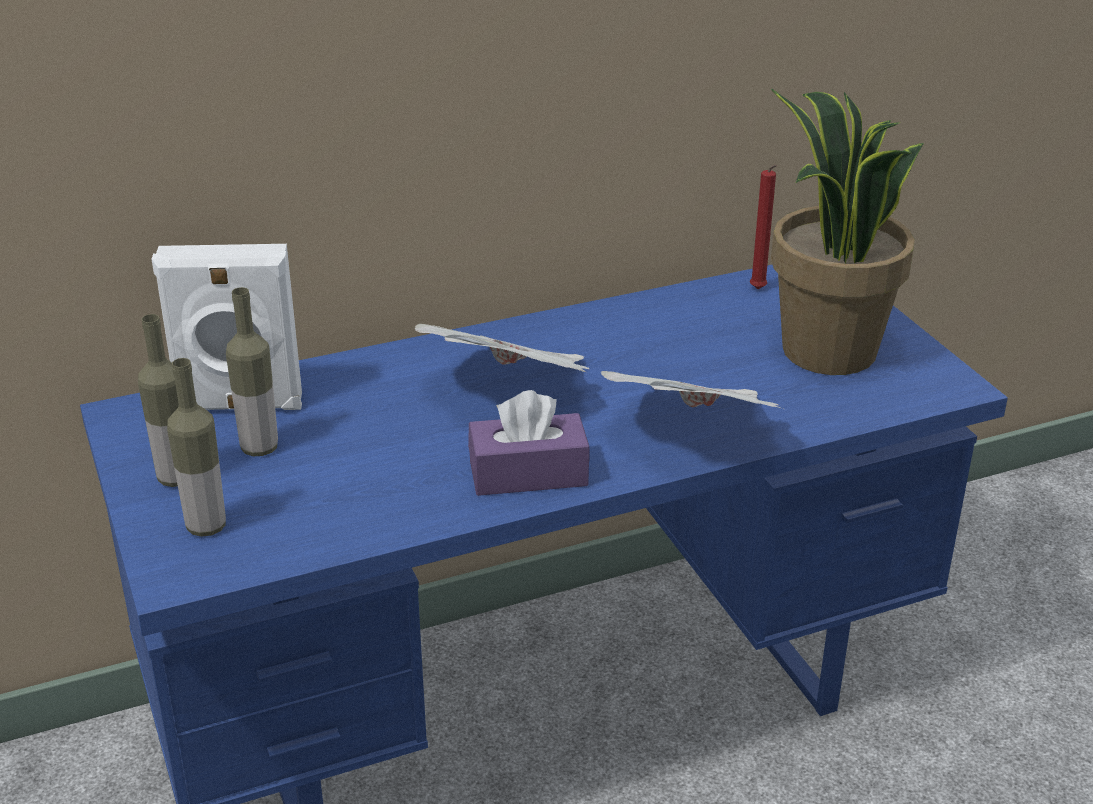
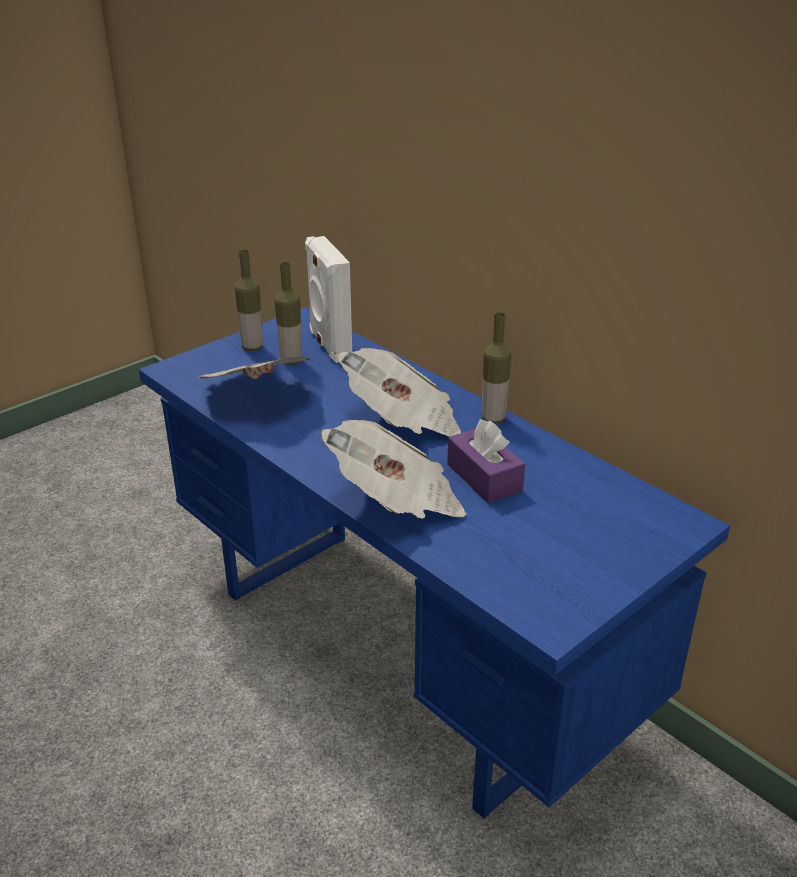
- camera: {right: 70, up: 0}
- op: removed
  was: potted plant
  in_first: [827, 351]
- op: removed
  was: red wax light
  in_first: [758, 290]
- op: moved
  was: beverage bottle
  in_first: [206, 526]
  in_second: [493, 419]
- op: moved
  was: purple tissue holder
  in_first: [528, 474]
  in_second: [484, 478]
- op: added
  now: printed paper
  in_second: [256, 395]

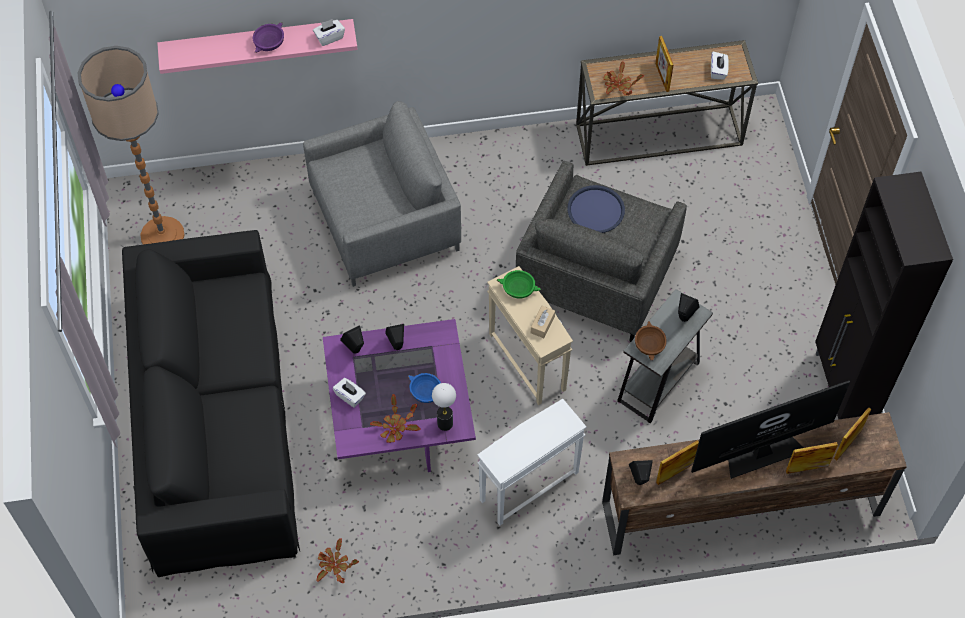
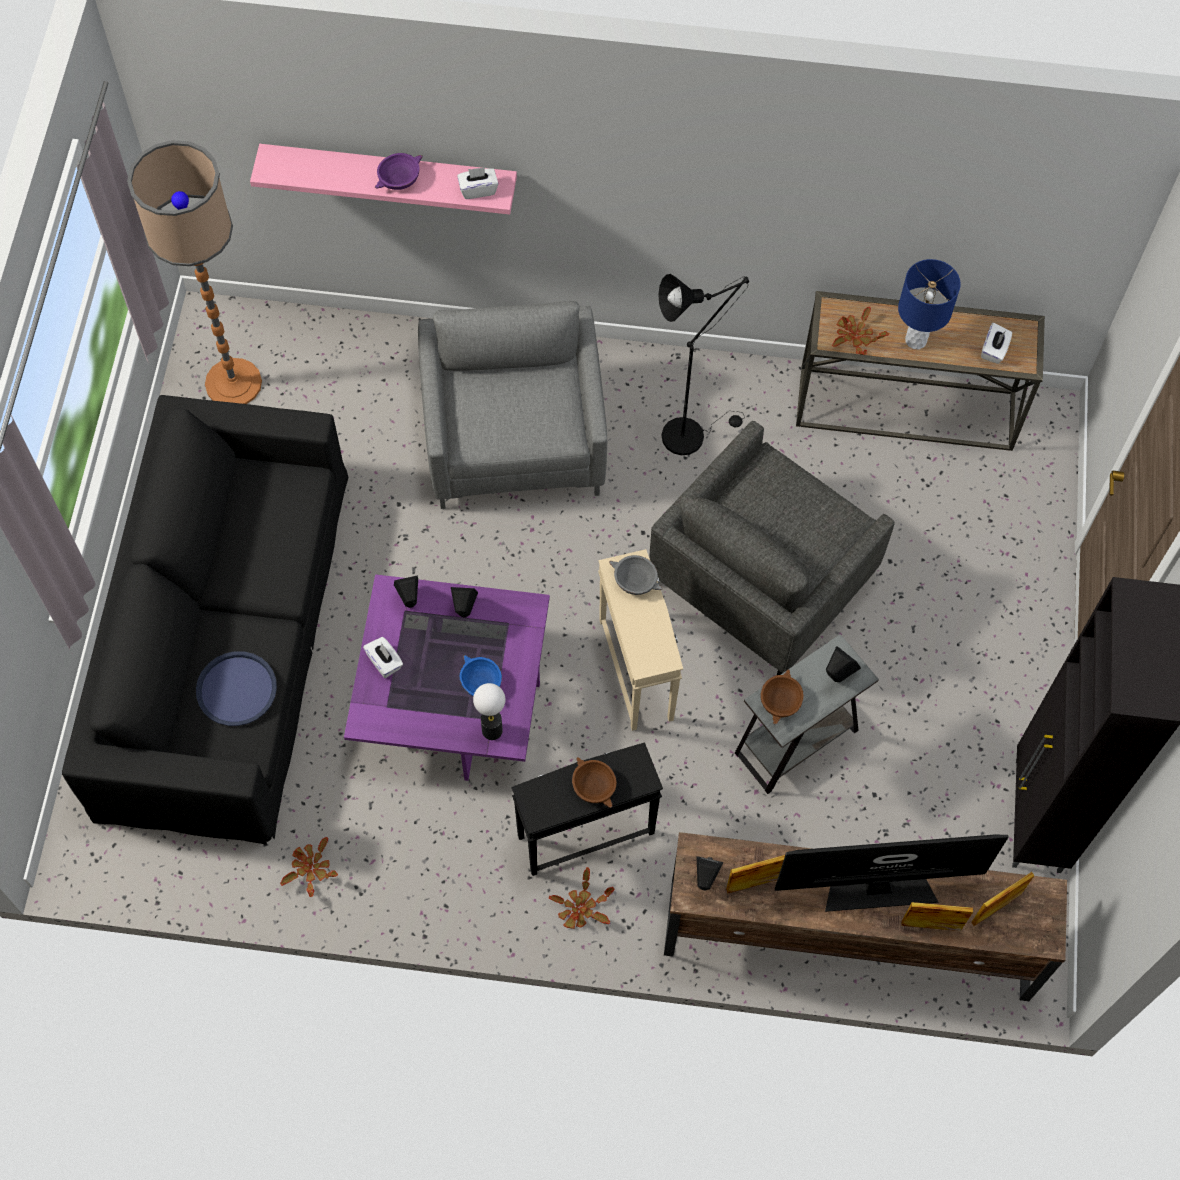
- camera: {right: 15, up: 5}
- op: replaced
  was: photo frame
  now: bluish tabletop lamp
  in_first: [662, 77]
  in_second: [916, 340]
- op: turned
  was: greyish easy chair
  in_first: [385, 222]
  in_second: [515, 437]
  clockwise: -90
- op: moved
  was: bluish serving tray
  in_first: [595, 210]
  in_second: [236, 689]
- op: recoloured
  was: greenish bowl
  now: greyish bowl
  in_first: [519, 289]
  in_second: [636, 580]
- op: removed
  was: beige tissue holder
  in_first: [542, 324]
- op: moved
  was: potted plant
  in_first: [396, 427]
  in_second: [581, 908]
- op: recoloured
  was: whitish side table
  now: black side table
  in_first: [528, 486]
  in_second: [585, 834]
- op: added
  now: black standard lamp
  in_second: [690, 433]
- op: added
  now: brownish bowl
  in_second: [593, 786]

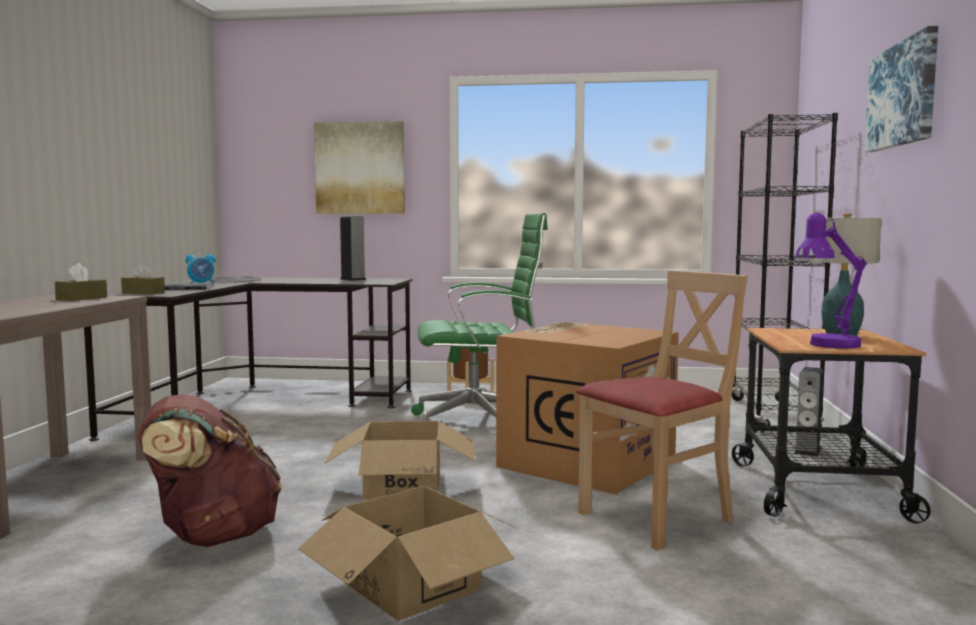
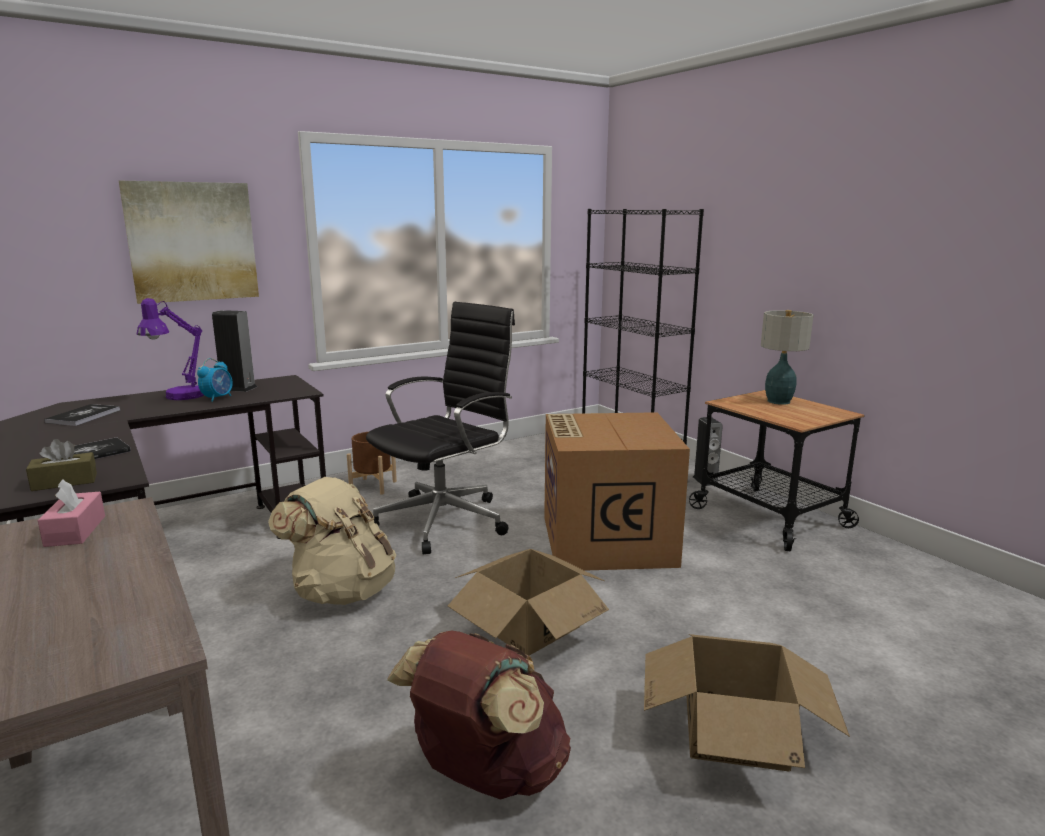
- camera: {right: -40, up: 10}
- op: removed
  was: wall art
  in_first: [903, 95]
- op: recoloured
  was: greenish desk chair
  now: black desk chair
  in_first: [479, 422]
  in_second: [446, 520]
- op: moved
  was: purple tabletop lamp
  in_first: [827, 345]
  in_second: [179, 397]
- op: moved
  was: bedside clock
  in_first: [201, 283]
  in_second: [218, 398]
- op: recoloured
  was: brownish tissue holder
  now: pink tissue holder
  in_first: [81, 298]
  in_second: [75, 531]
- op: removed
  was: beige chair
  in_first: [657, 518]
- op: added
  now: beige knapsack
  in_second: [342, 591]

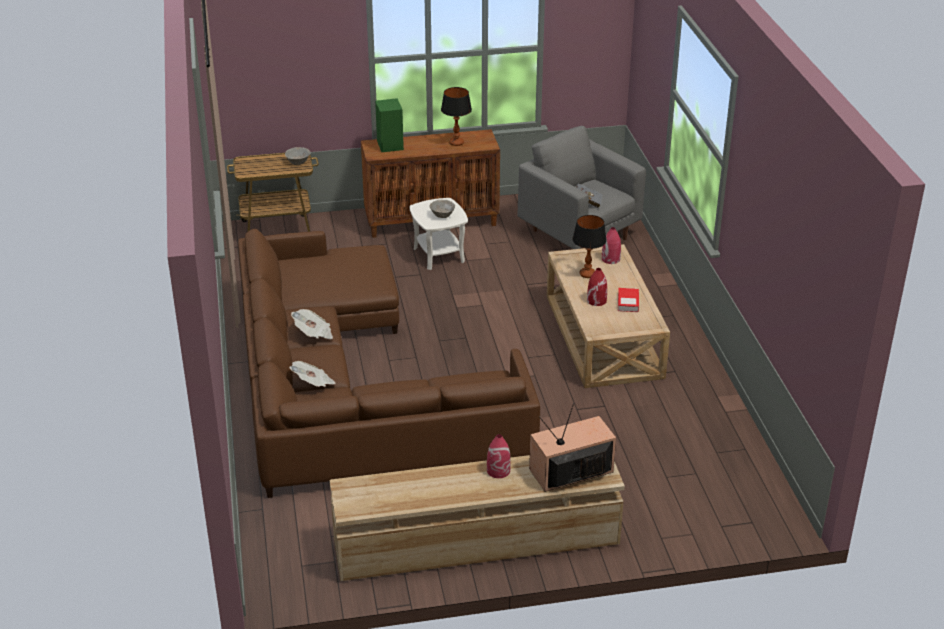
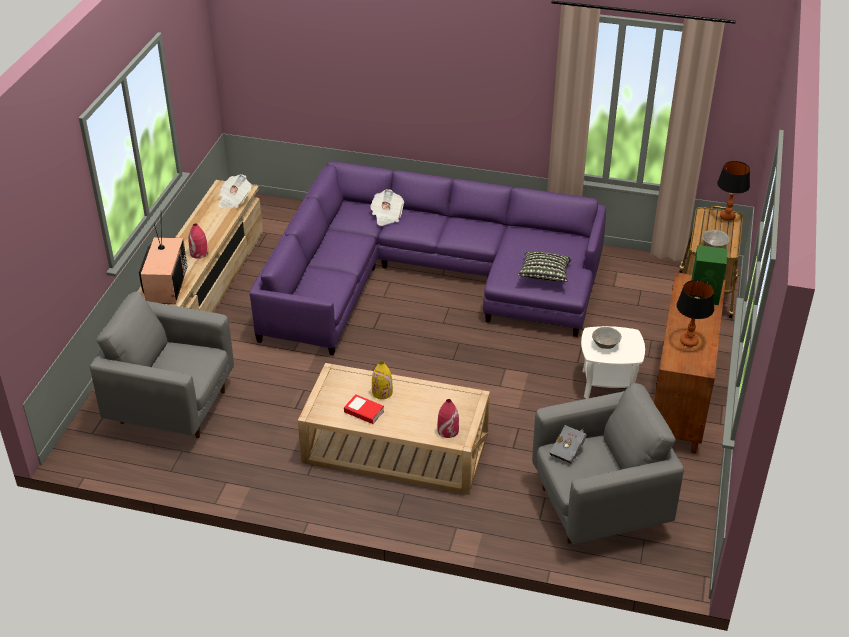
- camera: {right: 115, up: 5}
- op: moved
  was: tabletop lamp
  in_first: [587, 274]
  in_second: [727, 217]
- op: recoloured
  was: brownish settee
  now: purple settee
  in_first: [347, 388]
  in_second: [426, 277]
- op: recoloured
  was: red decorative vase
  now: yellow-coloured decorative vase
  in_first: [596, 300]
  in_second: [382, 392]
- op: moved
  was: printed paper
  in_first: [313, 334]
  in_second: [234, 200]
- op: added
  now: cushion
  in_second: [544, 275]
- op: added
  now: greyish easy chair
  in_second: [173, 407]

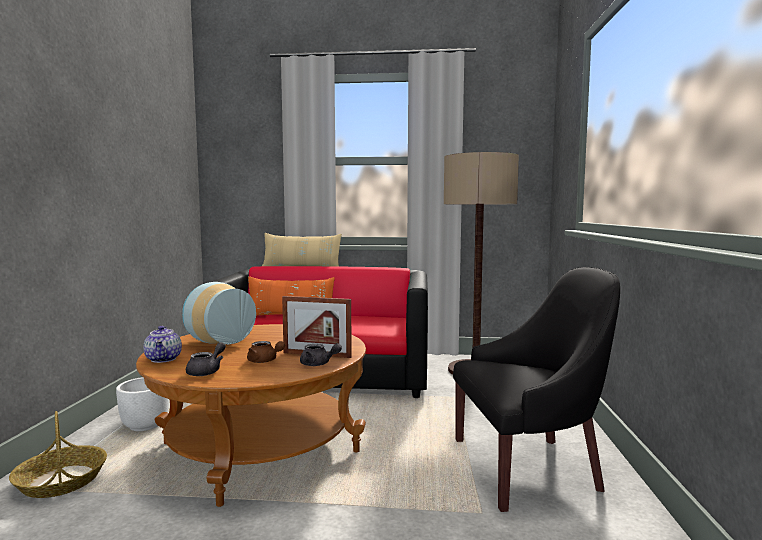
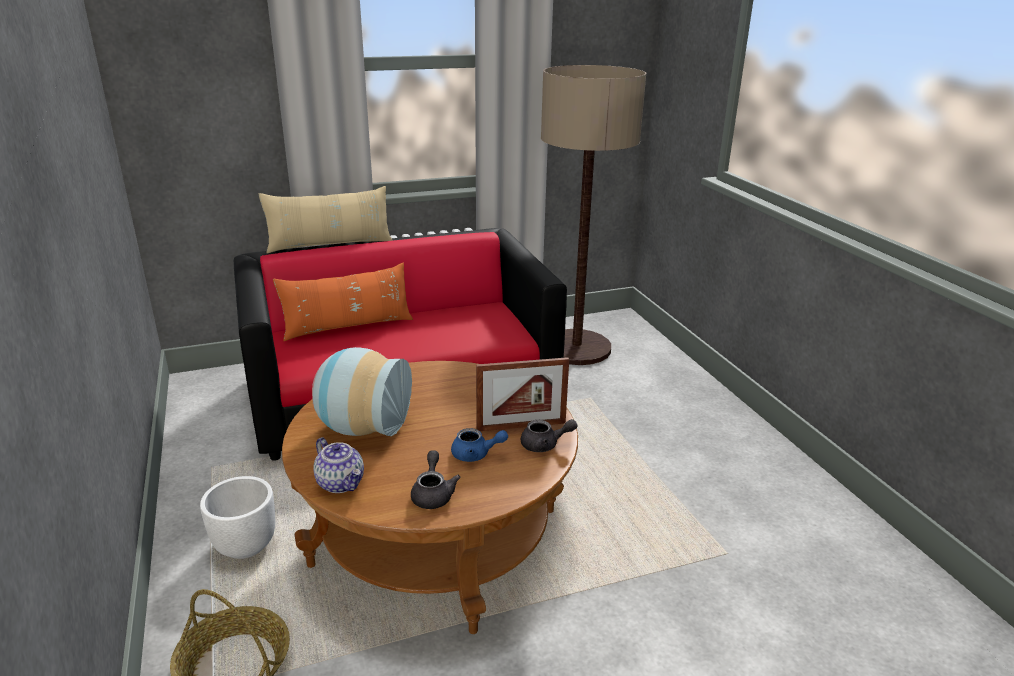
- camera: {right: -25, up: 20}
- op: removed
  was: black easy chair
  in_first: [529, 467]
- op: recoloured
  was: brownish pot for tea
  now: bluish pot for tea
  in_first: [264, 361]
  in_second: [476, 454]

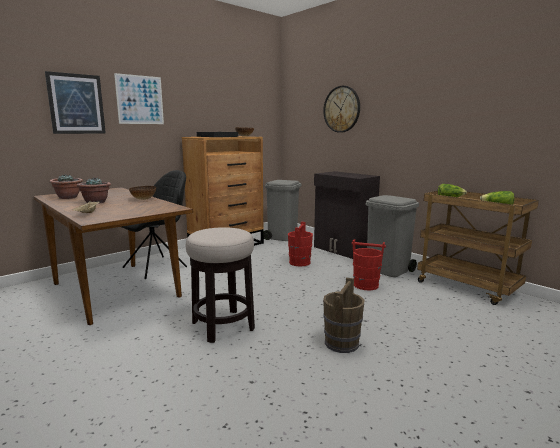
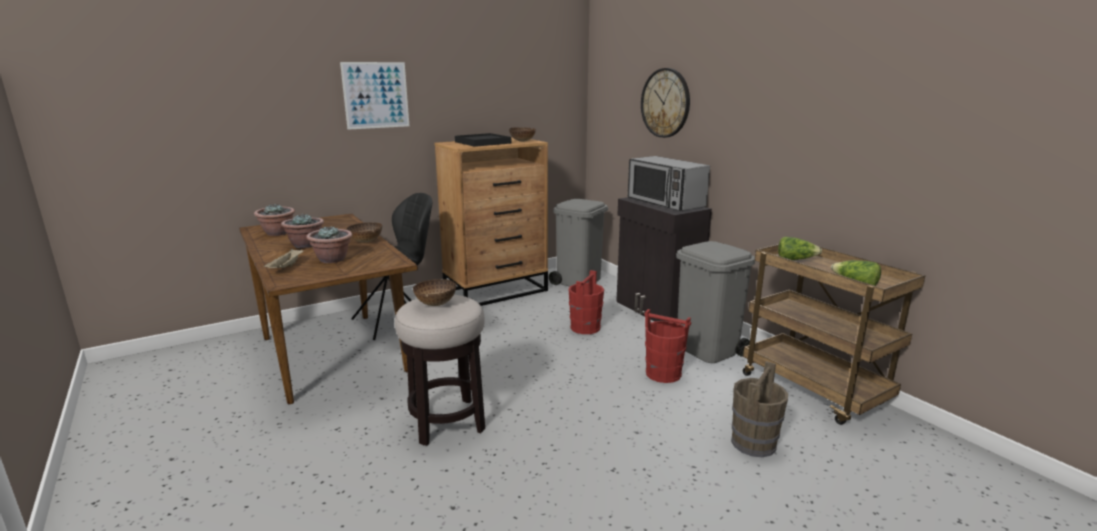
- camera: {right: 10, up: 5}
- op: removed
  was: wall art
  in_first: [76, 104]
- op: moved
  was: brownish pail
  in_first: [342, 343]
  in_second: [753, 443]
- op: added
  now: kitchen microwave
  in_second: [665, 202]
- op: added
  now: potted plant
  in_second: [332, 259]
- op: added
  now: bowl
  in_second: [435, 304]

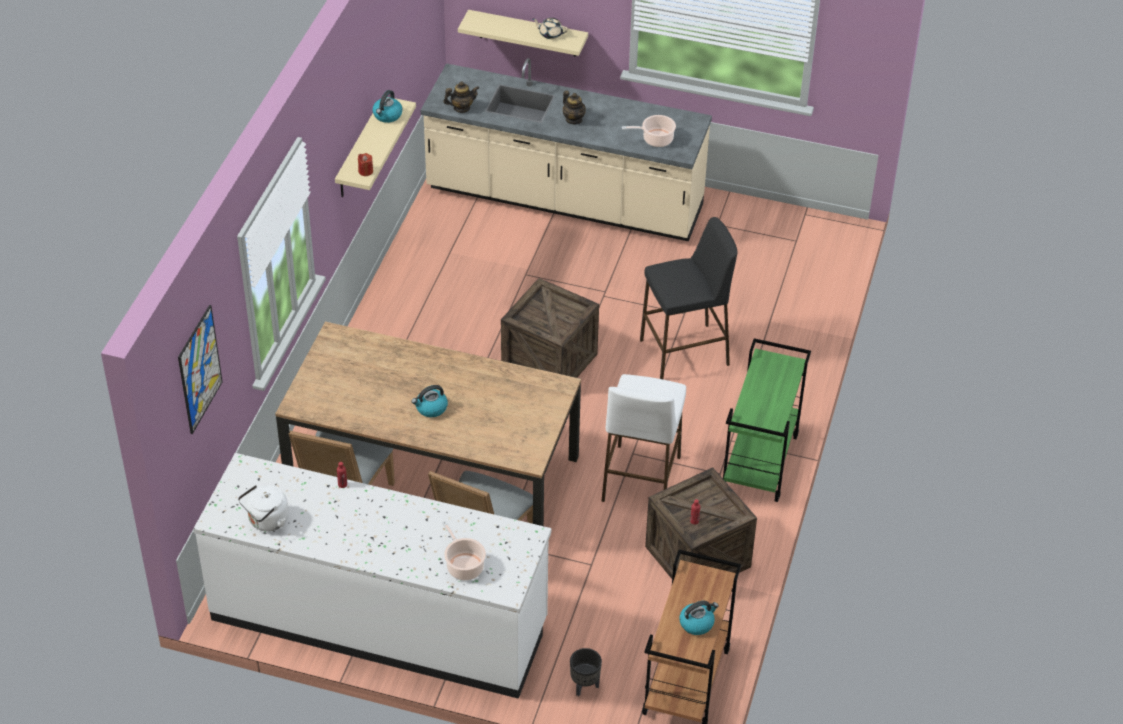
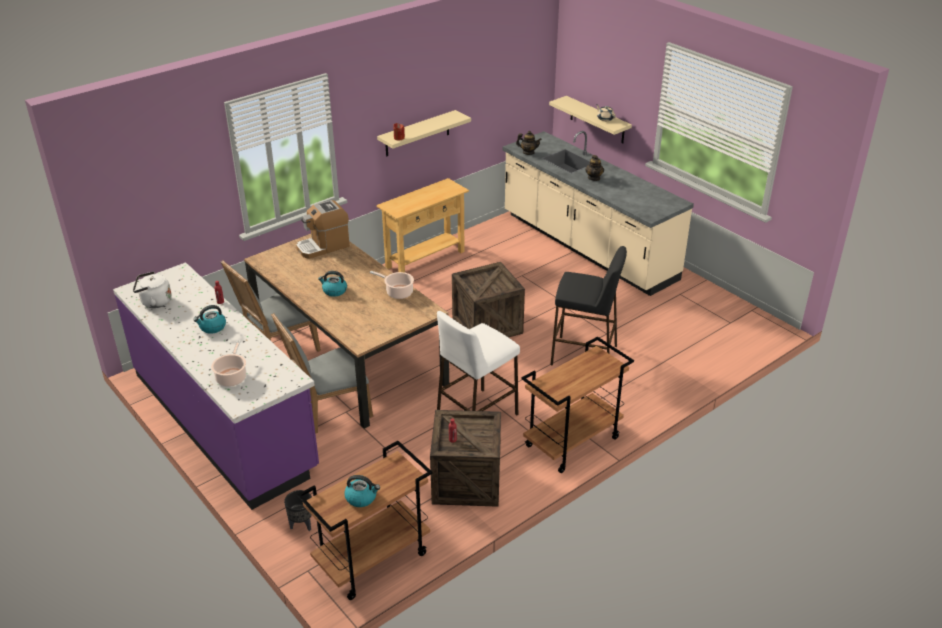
- camera: {right: 35, up: -10}
- op: moved
  was: tea kettle
  in_first: [387, 115]
  in_second: [212, 327]
- op: moved
  was: cooking pot
  in_first: [655, 139]
  in_second: [397, 292]
- op: removed
  was: wall art
  in_first: [199, 369]
- op: recoloured
  was: greenish wheeled cart
  now: brownish wheeled cart
  in_first: [760, 463]
  in_second: [572, 443]
- op: recoloured
  was: whitish kitchen counter
  now: purple kitchen counter
  in_first: [379, 620]
  in_second: [224, 420]
- op: added
  now: beige console table
  in_second: [425, 259]
- op: added
  now: coffee machine
  in_second: [323, 246]

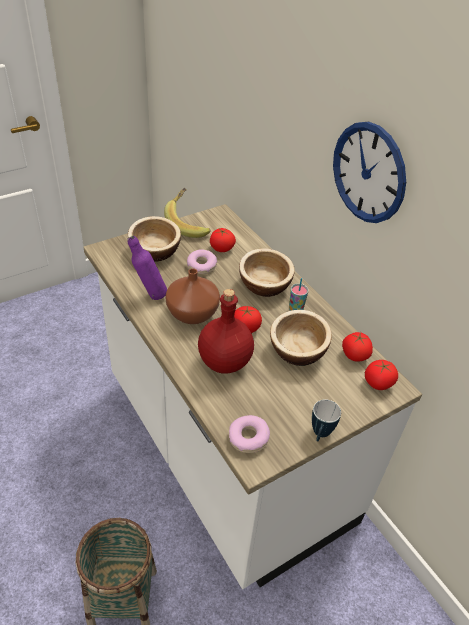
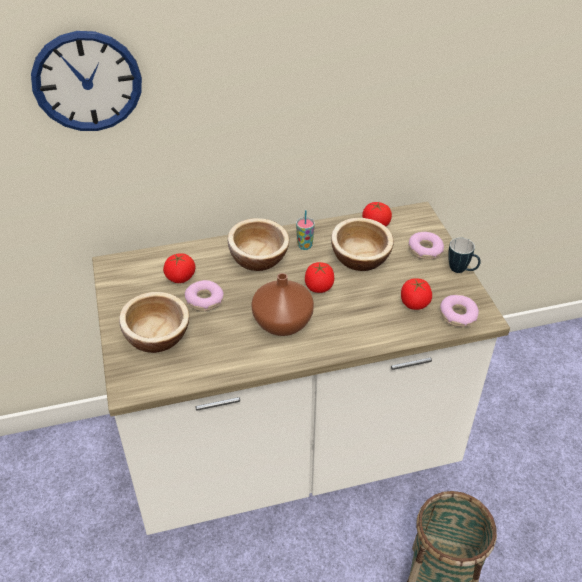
- camera: {right: -70, up: 0}
- op: moved
  was: wall clock
  in_first: [368, 173]
  in_second: [87, 82]
- op: removed
  was: whole banana
  in_first: [189, 224]
- op: removed
  was: purple beverage bottle
  in_first: [149, 295]
- op: removed
  was: red beverage bottle
  in_first: [224, 361]
- op: moved
  was: fresh tomato
  in_first: [378, 383]
  in_second: [414, 303]
- op: added
  now: donut
  in_second: [425, 250]

